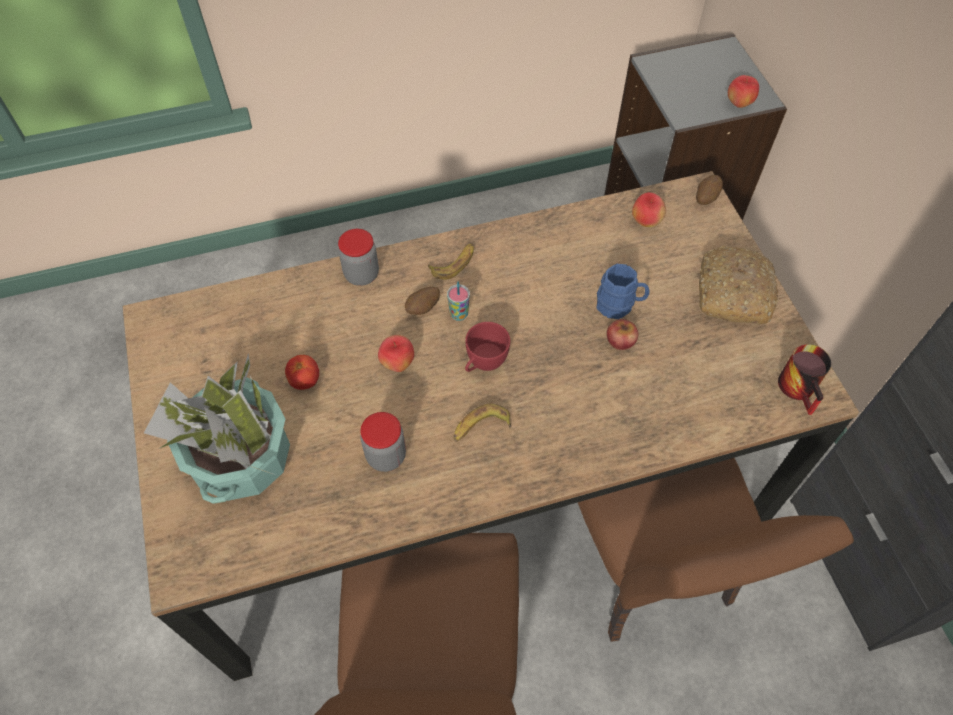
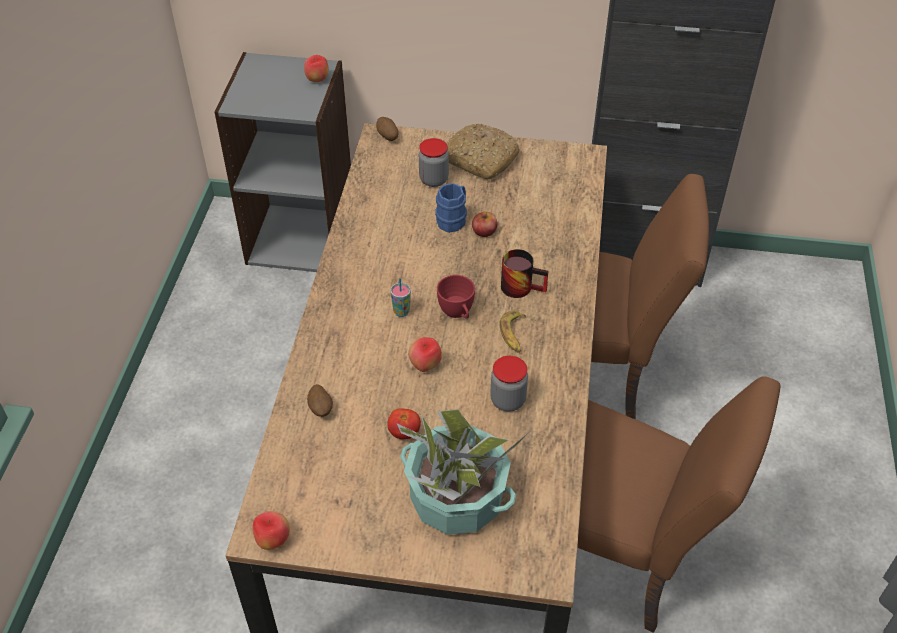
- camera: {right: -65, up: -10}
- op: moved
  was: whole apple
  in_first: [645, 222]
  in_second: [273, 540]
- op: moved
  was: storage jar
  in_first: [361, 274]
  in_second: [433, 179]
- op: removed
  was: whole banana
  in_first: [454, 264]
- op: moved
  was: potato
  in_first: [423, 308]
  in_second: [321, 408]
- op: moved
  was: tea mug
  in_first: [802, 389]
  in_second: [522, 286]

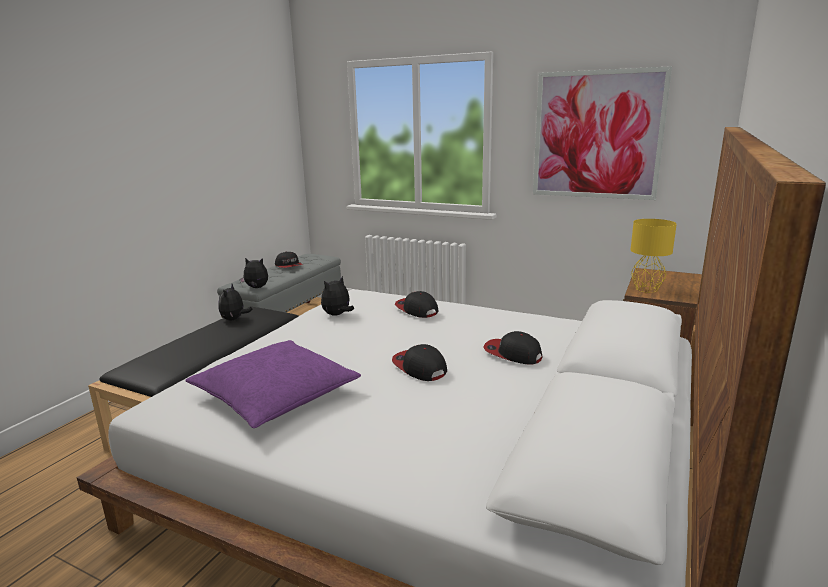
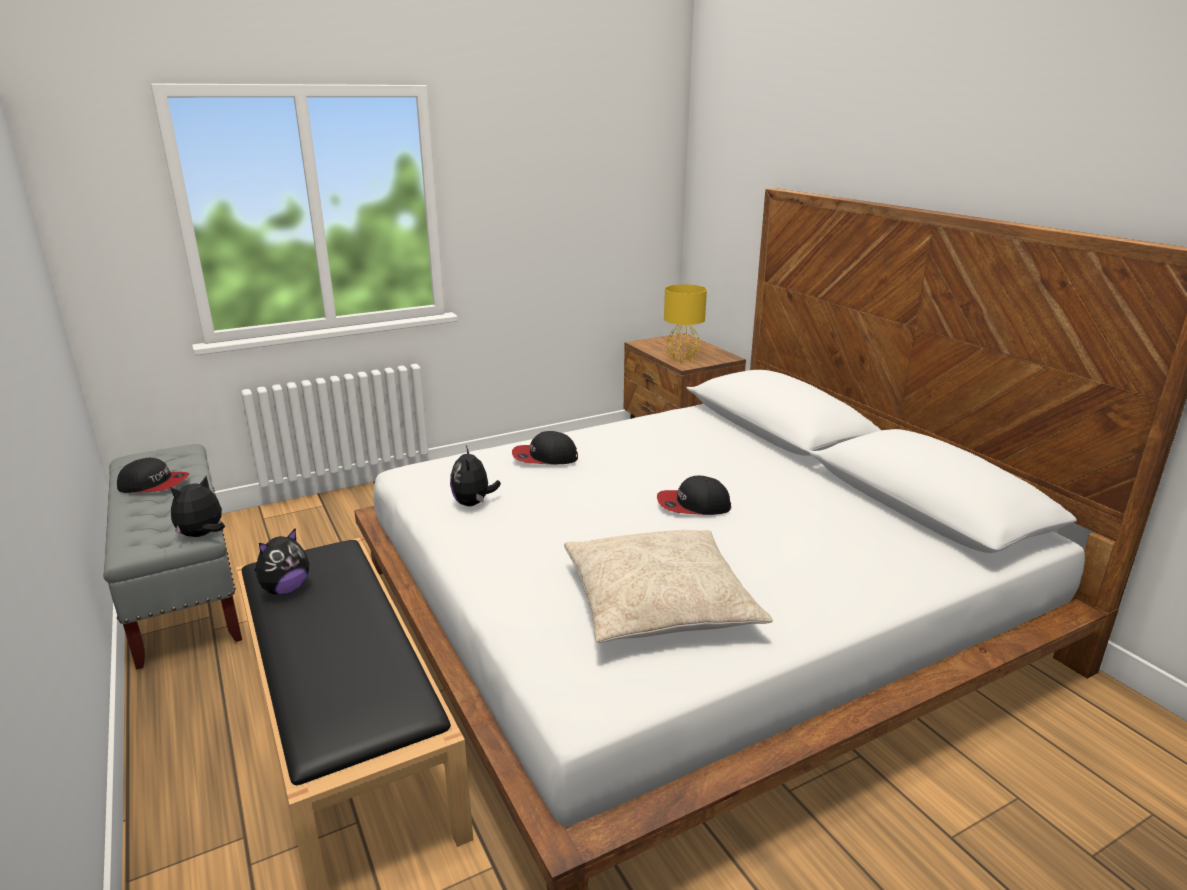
- camera: {right: -55, up: 5}
- op: removed
  was: wall art
  in_first: [597, 135]
- op: turned
  was: cuddly toy
  in_first: [234, 319]
  in_second: [285, 589]
  clockwise: -90
- op: removed
  was: baseball cap
  in_first: [512, 354]
- op: recoloured
  was: purple cushion
  now: beige cushion
  in_first: [276, 395]
  in_second: [658, 602]

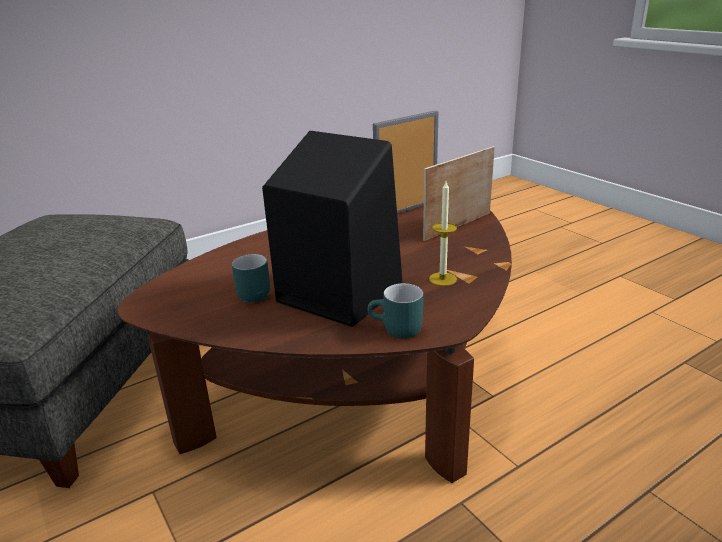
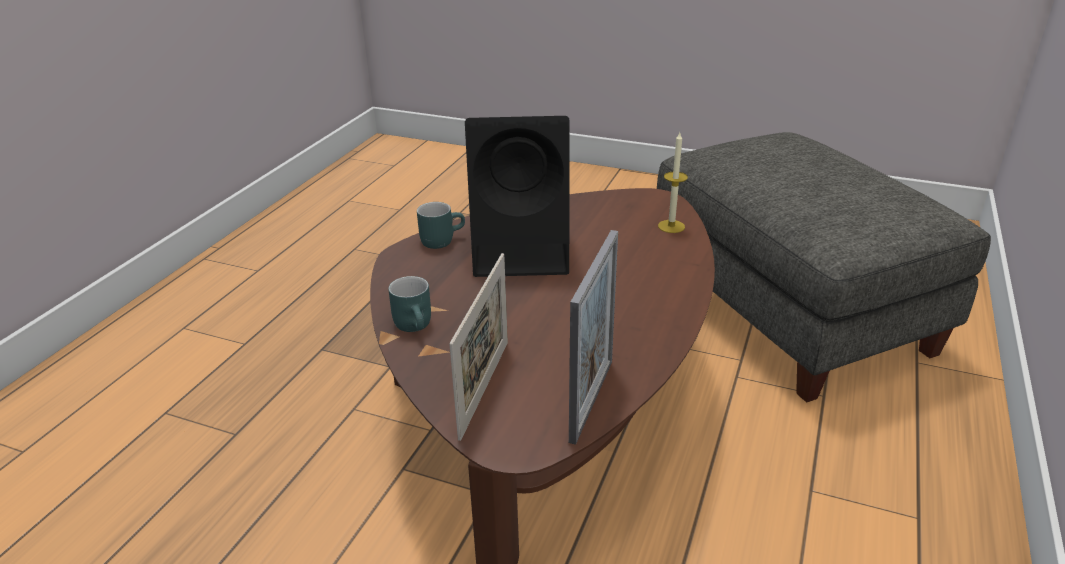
- camera: {right: 145, up: 5}
- op: moved
  was: wax light
  in_first: [442, 279]
  in_second: [671, 226]
- op: moved
  was: blue-green tea mug
  in_first: [253, 292]
  in_second: [417, 325]

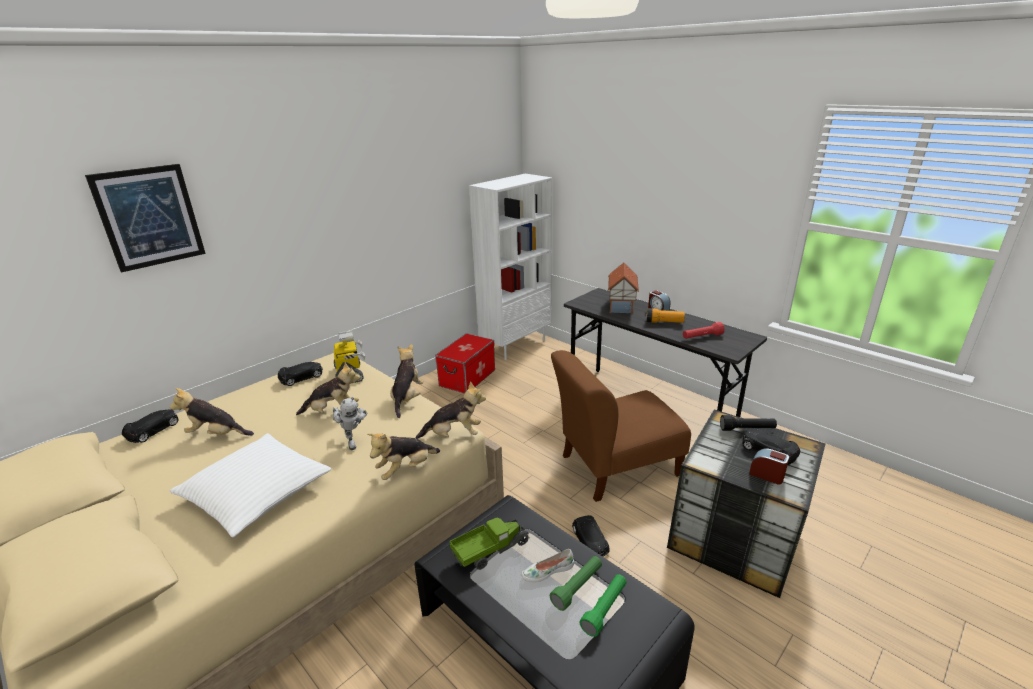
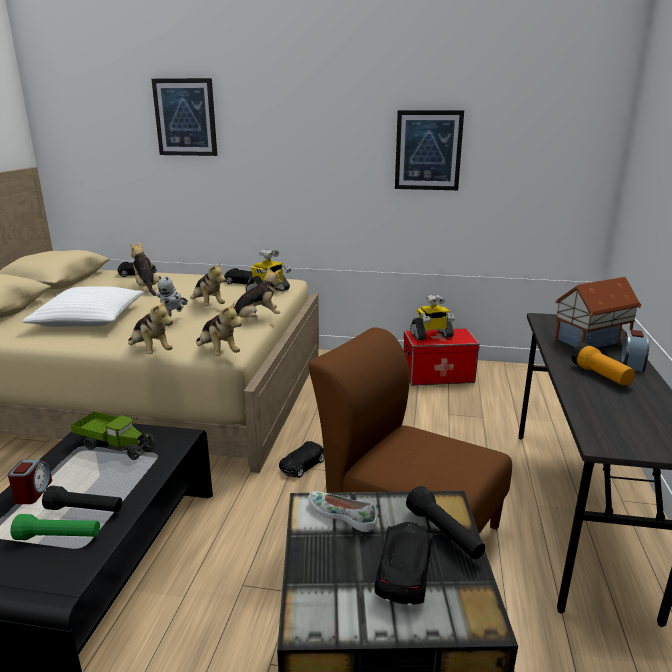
- camera: {right: 55, up: -5}
- op: removed
  was: whitish bookshelf
  in_first: [515, 345]
- op: removed
  was: red hand torch
  in_first: [702, 337]
- op: turned
  was: cuddly toy
  in_first: [406, 469]
  in_second: [150, 351]
  clockwise: -150
- op: moved
  was: bedside clock
  in_first: [767, 475]
  in_second: [33, 492]
- op: moved
  was: black model car
  in_first: [590, 541]
  in_second: [302, 465]
- op: moved
  was: whitish low shoe
  in_first: [547, 571]
  in_second: [342, 515]
- op: recoloured
  was: greenish hand torch
  now: black hand torch
  in_first: [577, 587]
  in_second: [85, 510]
- op: added
  now: wall art
  in_second: [428, 150]
- op: added
  now: model robot
  in_second: [431, 335]

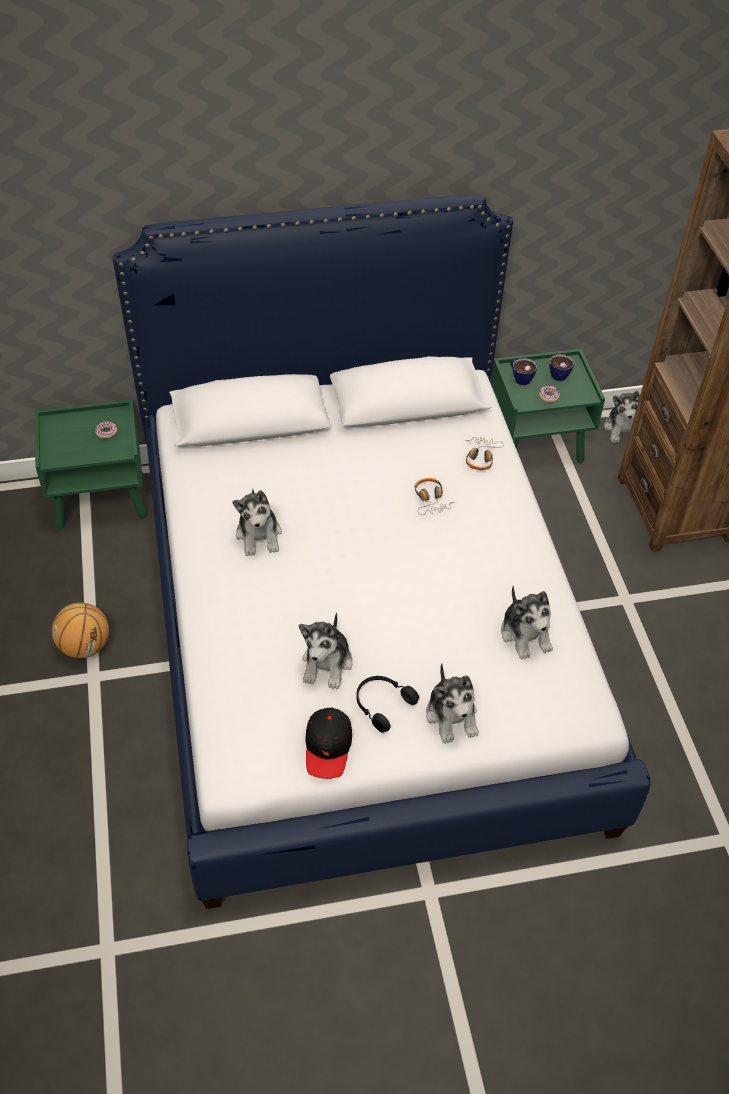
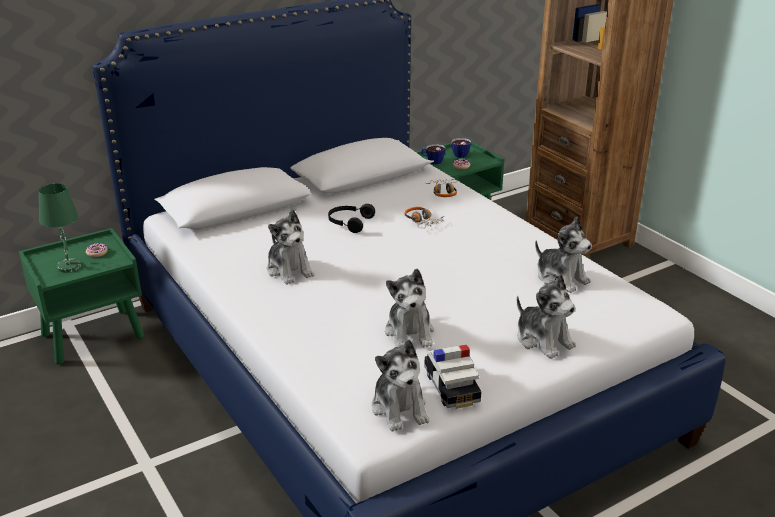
- camera: {right: -20, up: -20}
- op: moved
  was: cuddly toy
  in_first: [622, 429]
  in_second: [400, 408]
- op: removed
  was: ball for basketball
  in_first: [85, 646]
- op: moved
  was: black headphones
  in_first: [382, 704]
  in_second: [349, 223]
- op: replaced
  was: black baseball cap
  now: model car
  in_first: [328, 747]
  in_second: [451, 387]
- op: added
  now: greenish tabletop lamp
  in_second: [68, 266]

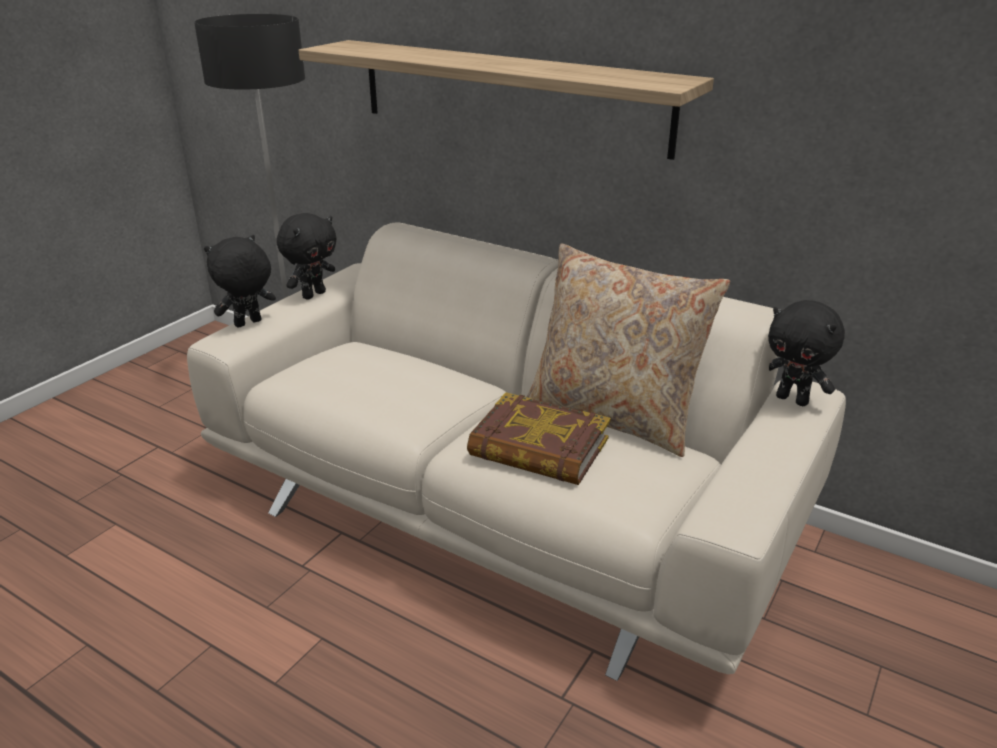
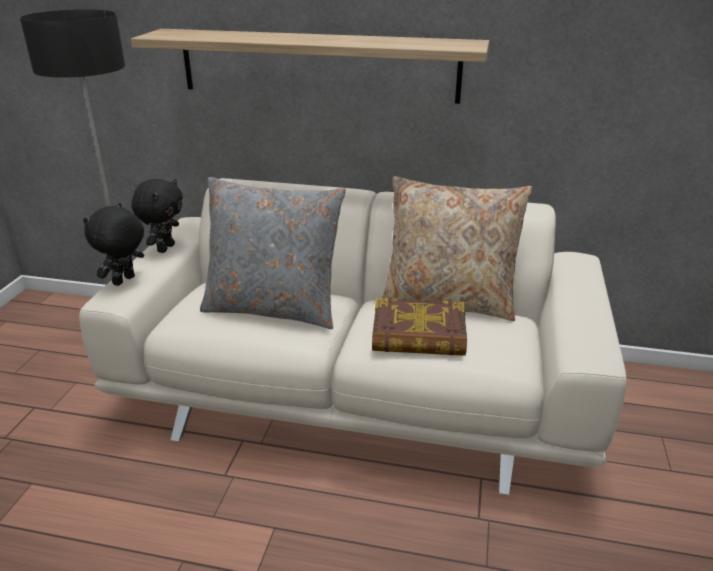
- camera: {right: -20, up: 0}
- op: removed
  was: black cuddly toy
  in_first: [793, 399]
- op: added
  now: greyish cushion
  in_second: [274, 308]

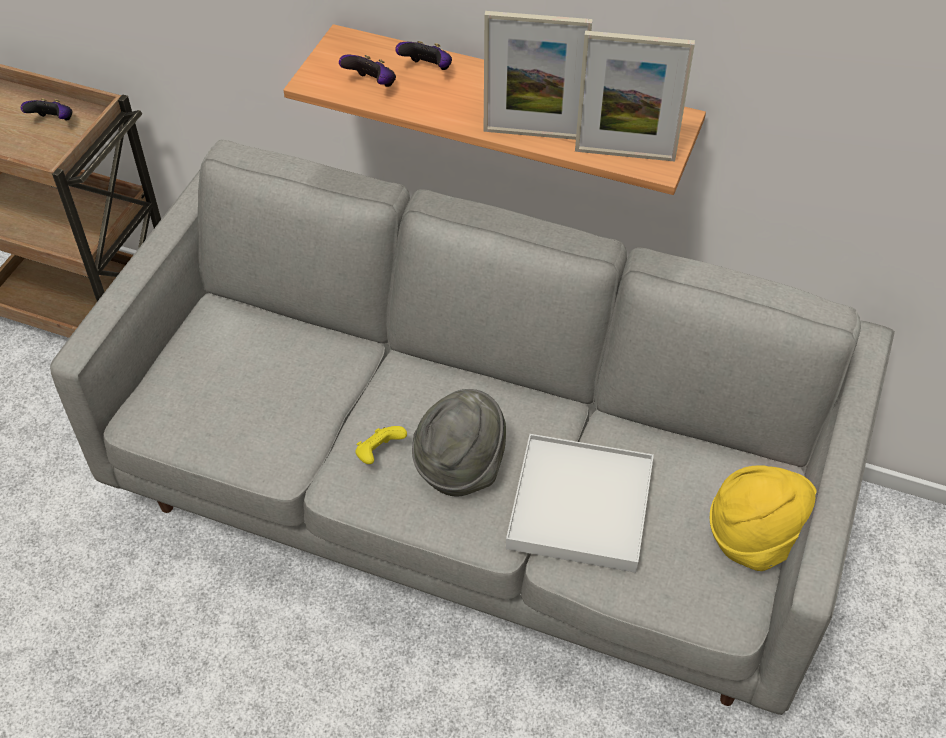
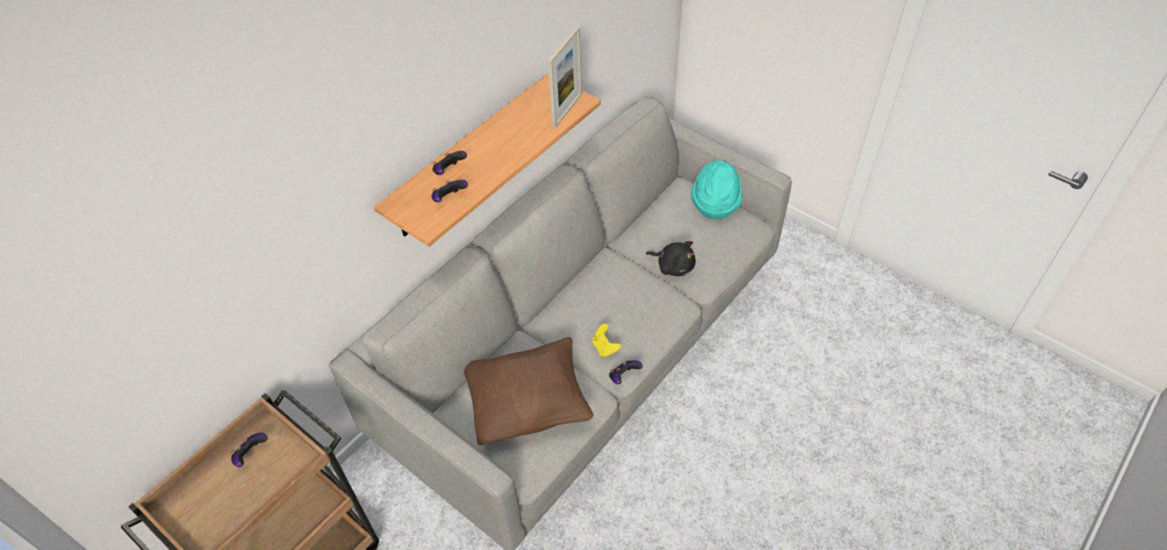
- camera: {right: -70, up: 0}
- op: removed
  was: photo frame
  in_first: [532, 133]
- op: removed
  was: greyish hat
  in_first: [460, 465]
- op: replaced
  was: whitish serving tray
  now: black cuddly toy
  in_first: [580, 506]
  in_second: [673, 266]
- op: recoloured
  was: yellow-coloured hat
  now: blue-green hat
  in_first: [756, 538]
  in_second: [715, 205]
- op: added
  now: brownish cushion
  in_second: [529, 405]
- op: added
  now: game controller
  in_second: [623, 377]

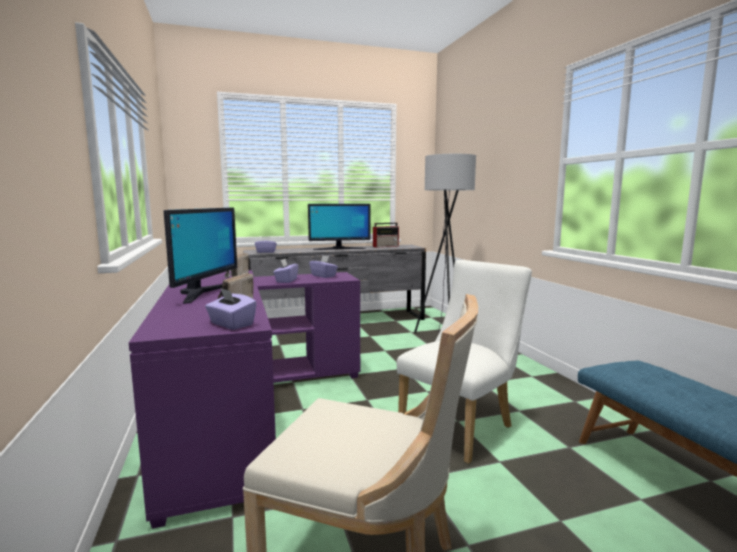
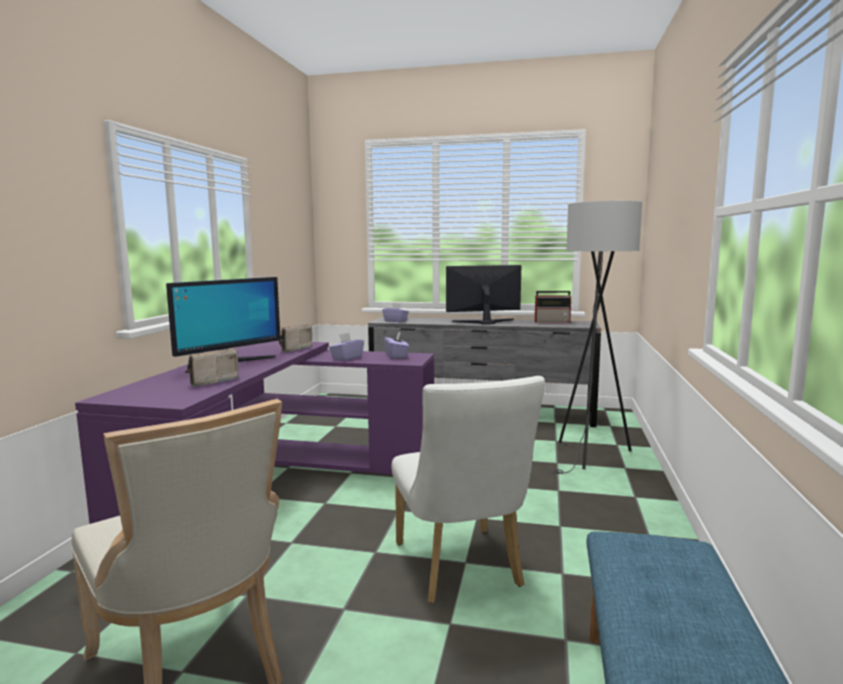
- camera: {right: 30, up: 0}
- op: turned
  was: monitor
  in_first: [339, 249]
  in_second: [484, 322]
  clockwise: 150
- op: turned
  was: whitish chair
  in_first: [461, 426]
  in_second: [461, 570]
  clockwise: 90
- op: removed
  was: purple tissue holder
  in_first: [231, 324]

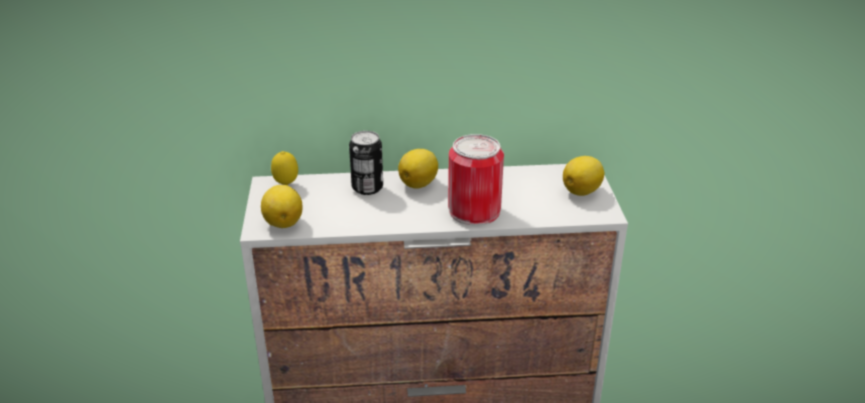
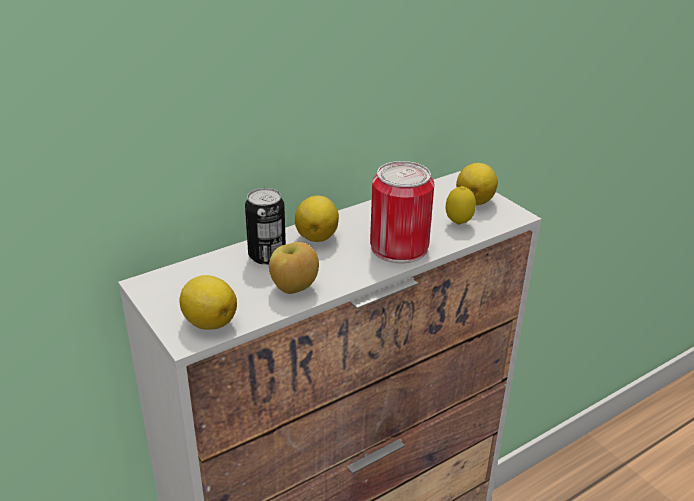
- camera: {right: -30, up: 0}
- op: moved
  was: whole lemon
  in_first: [286, 184]
  in_second: [458, 224]
- op: added
  now: whole apple
  in_second: [294, 288]

